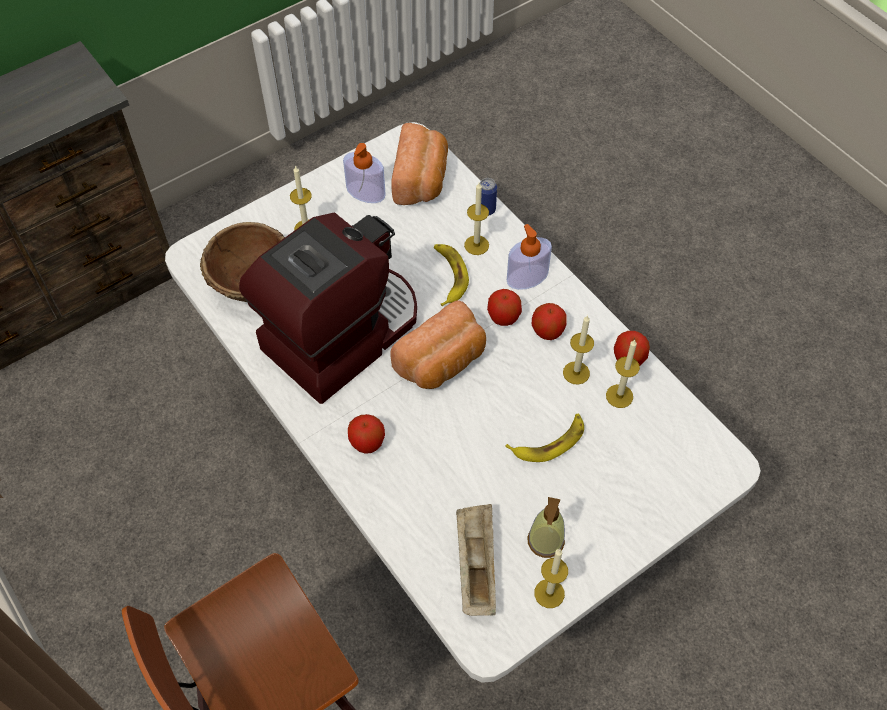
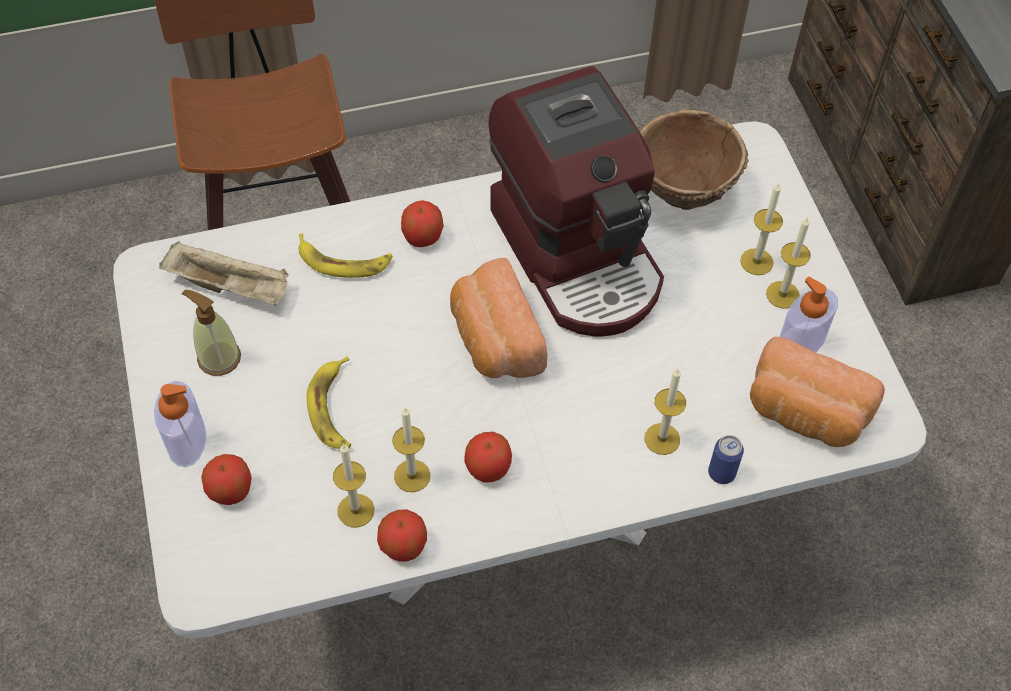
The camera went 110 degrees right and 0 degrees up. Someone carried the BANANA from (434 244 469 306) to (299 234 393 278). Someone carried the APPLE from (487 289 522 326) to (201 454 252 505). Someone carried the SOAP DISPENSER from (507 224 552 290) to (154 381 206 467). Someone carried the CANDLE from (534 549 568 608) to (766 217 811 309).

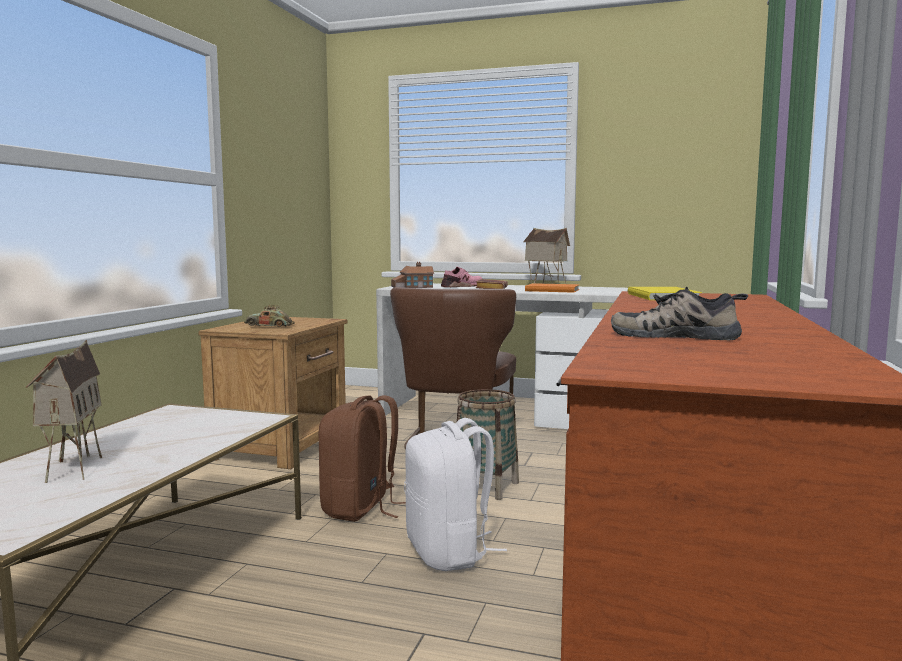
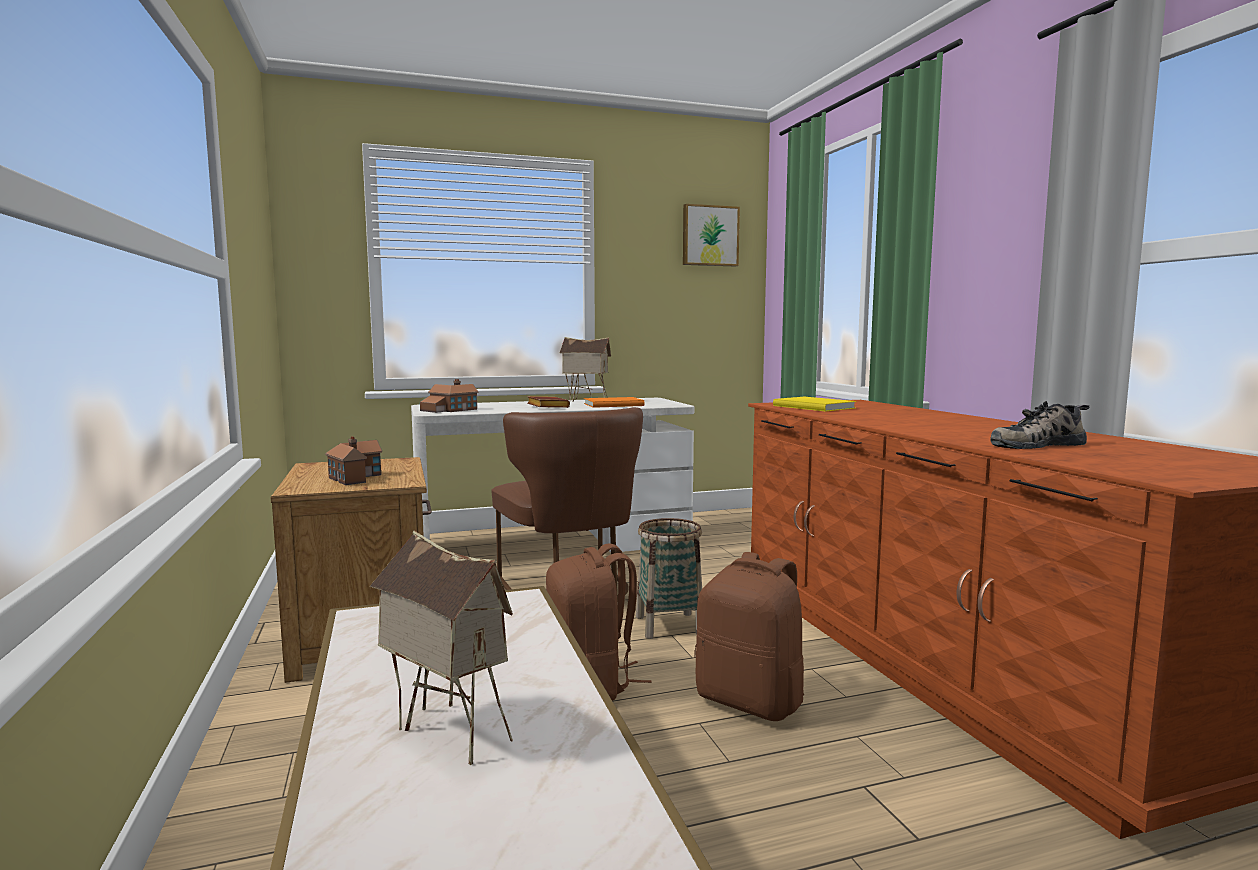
The camera went 35 degrees left and 0 degrees up. Someone swapped the TOY CAR at (244 305 295 327) for the TOY HOUSE at (325 436 382 485). Someone repainted the WHITE BACKPACK at (404 418 507 571), which became the BROWN BACKPACK at (695 552 804 721). Someone took away the PINK SHOE at (441 267 482 287). Someone put up the PICTURE at (683 204 740 266).

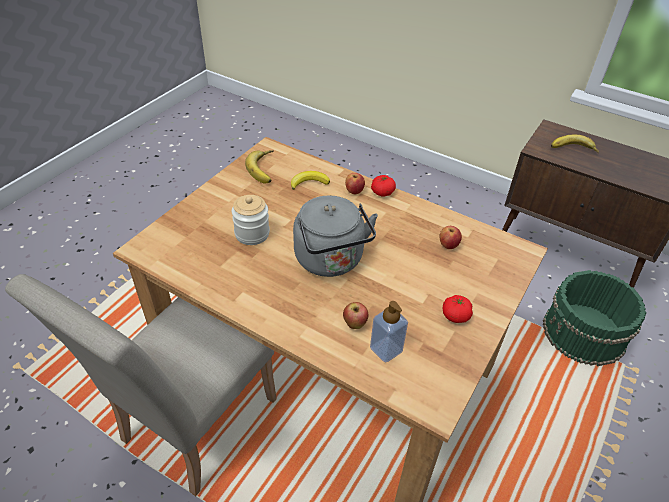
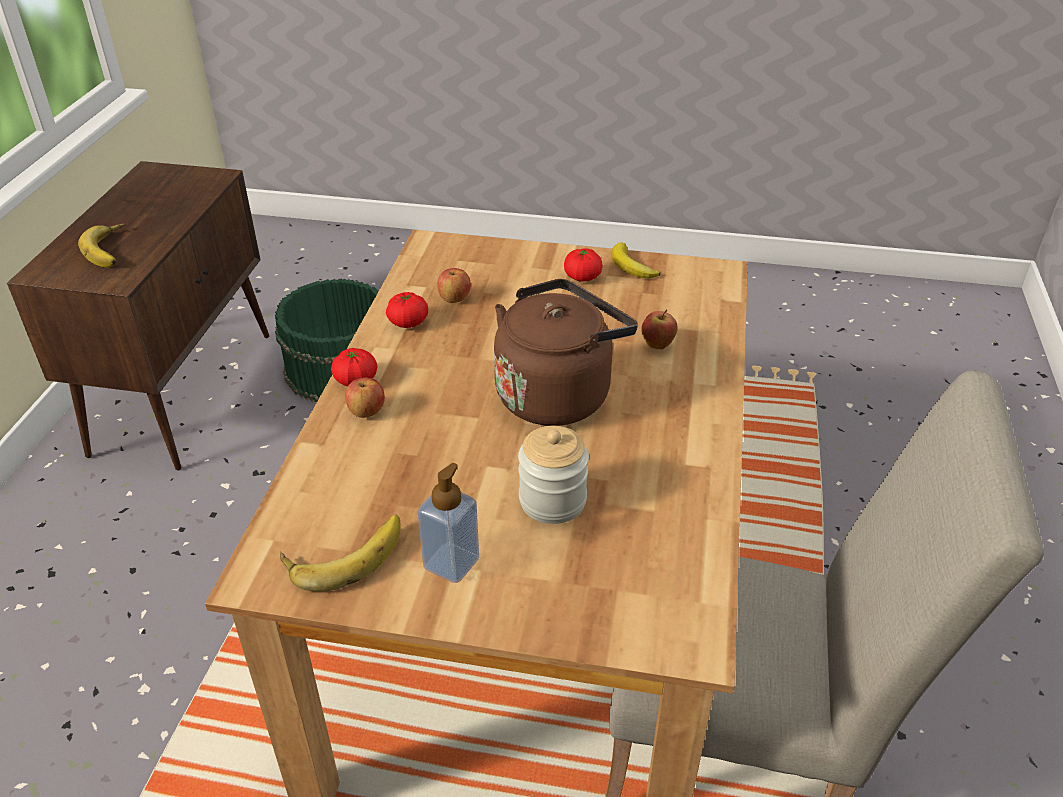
The camera went 110 degrees left and 5 degrees down. Someone carried the BANANA from (291 171 330 190) to (611 242 661 278). Someone repainted the GREY KETTLE at (293 195 378 277), which became the BROWN KETTLE at (494 279 638 426). Someone carried the SOAP DISPENSER from (370 301 408 362) to (418 463 479 583). Someone put down the TOMATO at (386 292 428 328).

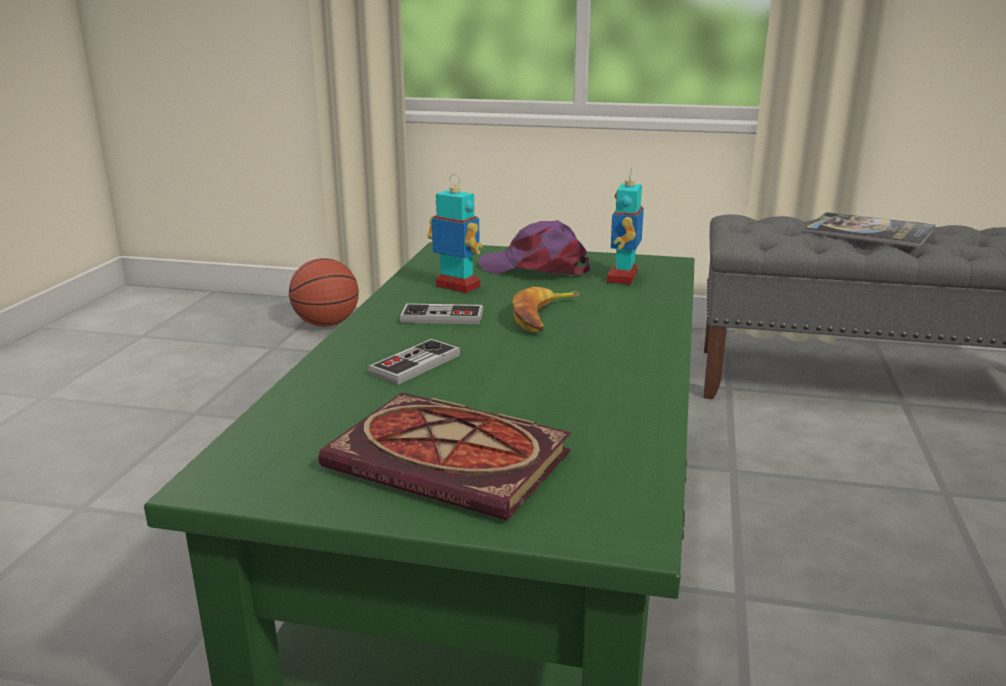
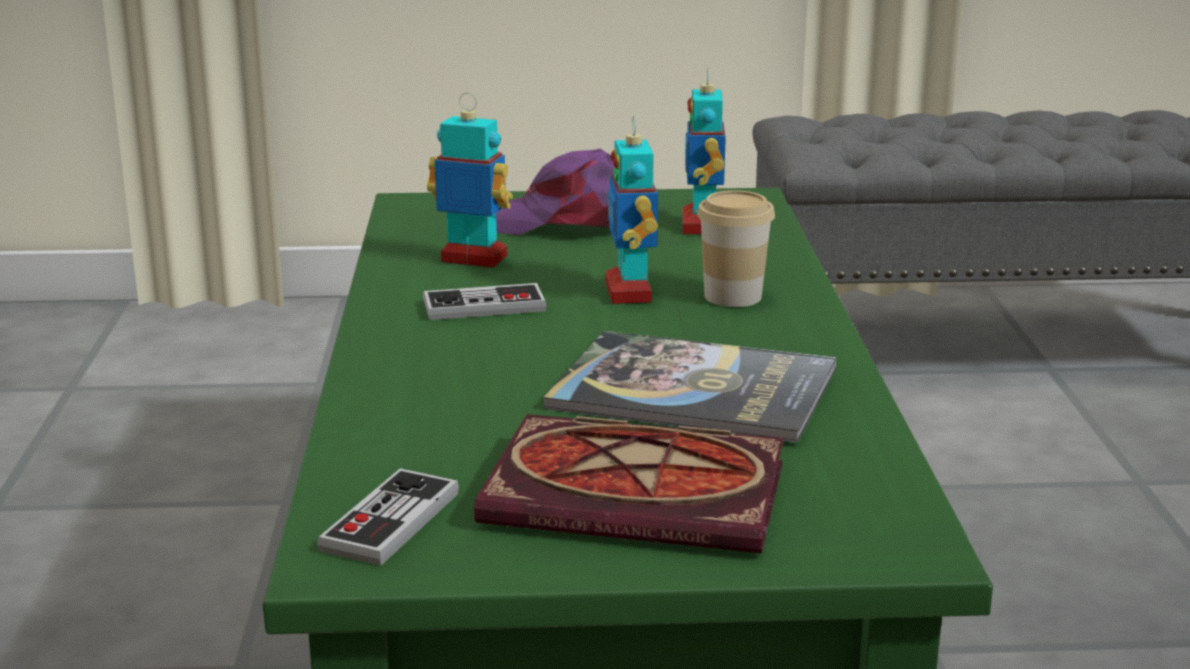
The camera went 15 degrees left and 0 degrees up. Someone took away the BASKETBALL at (289 258 359 327). Someone carried the GAME CONTROLLER from (368 339 460 385) to (317 468 459 566). Someone swapped the BANANA at (513 287 580 332) for the TOY ROBOT at (606 116 658 304). Someone carried the BOOK from (804 212 936 248) to (544 331 836 443). Someone put down the CUP at (697 190 775 307).

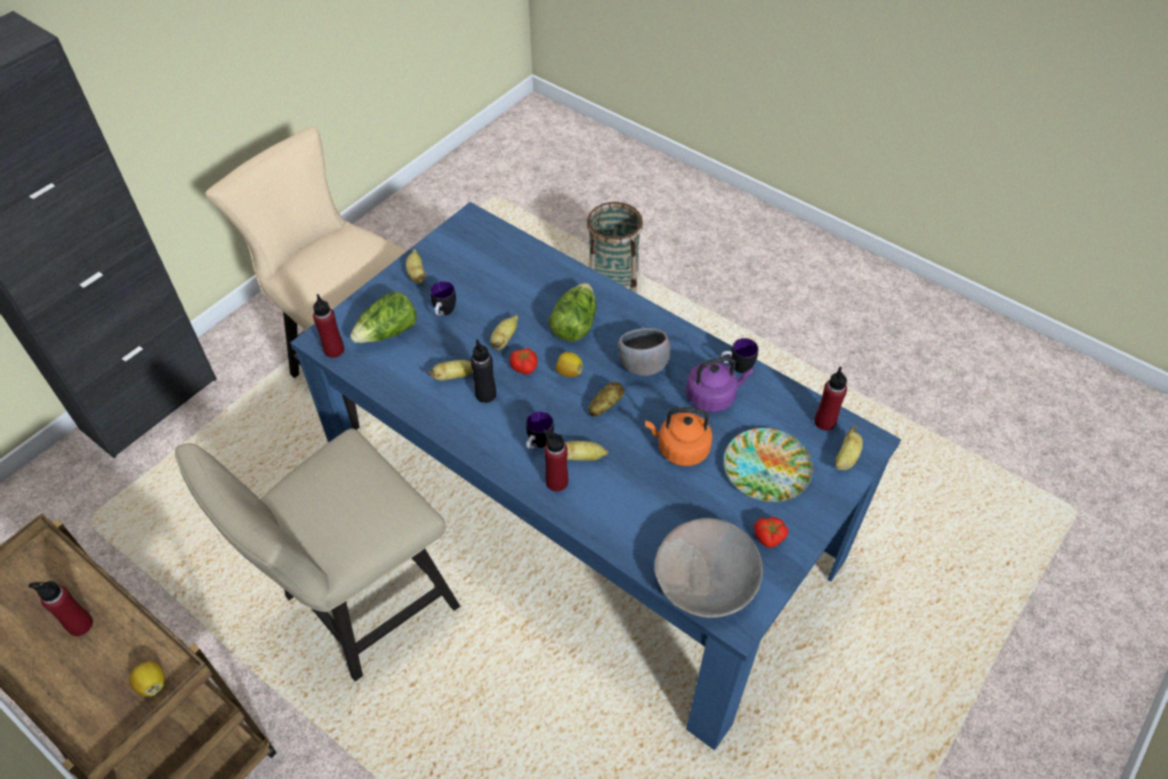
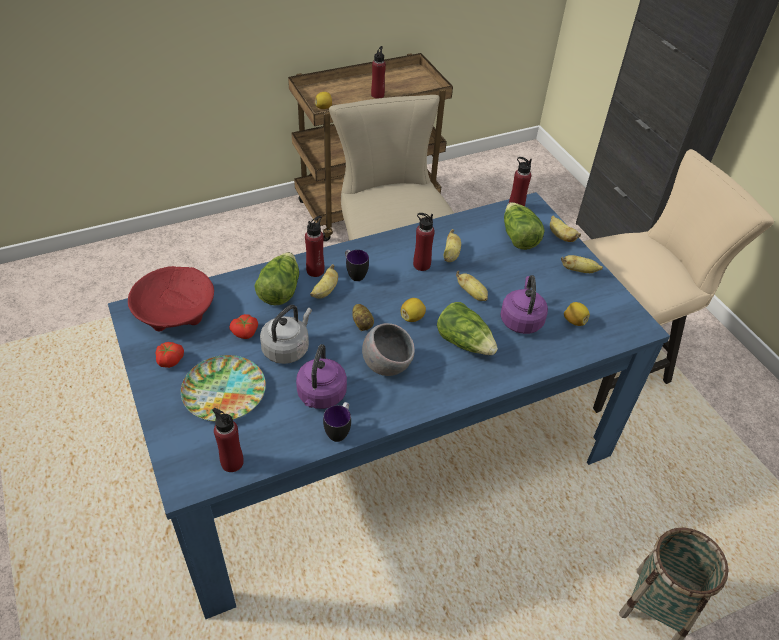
The camera went 115 degrees right and 5 degrees down. Someone took away the MUG at (430 281 456 316). Someone repainted the BLACK BOTTLE at (471 339 496 403), which became the RED BOTTLE at (413 213 435 271). Someone carried the TOMATO from (509 348 537 375) to (229 314 258 339). Someone repainted the ORANGE KETTLE at (645 407 713 466), which became the GREY KETTLE at (260 305 312 364). Someone repainted the BEIGE BOWL at (655 518 763 618), which became the RED BOWL at (128 266 214 331). Someone carried the BANANA from (835 426 863 470) to (550 215 581 242). Someone put down the LETTUCE at (254 252 299 306). Someone put down the PURPLE KETTLE at (500 275 548 334). Someone put down the LEMON at (564 302 590 326).

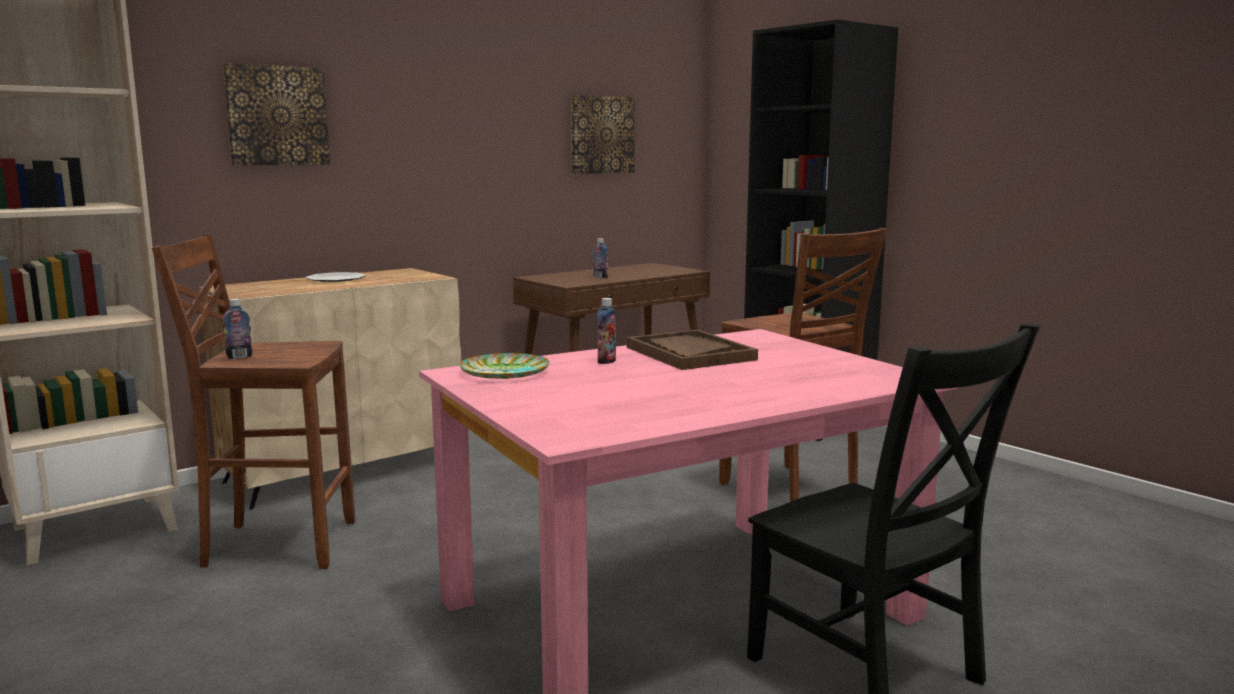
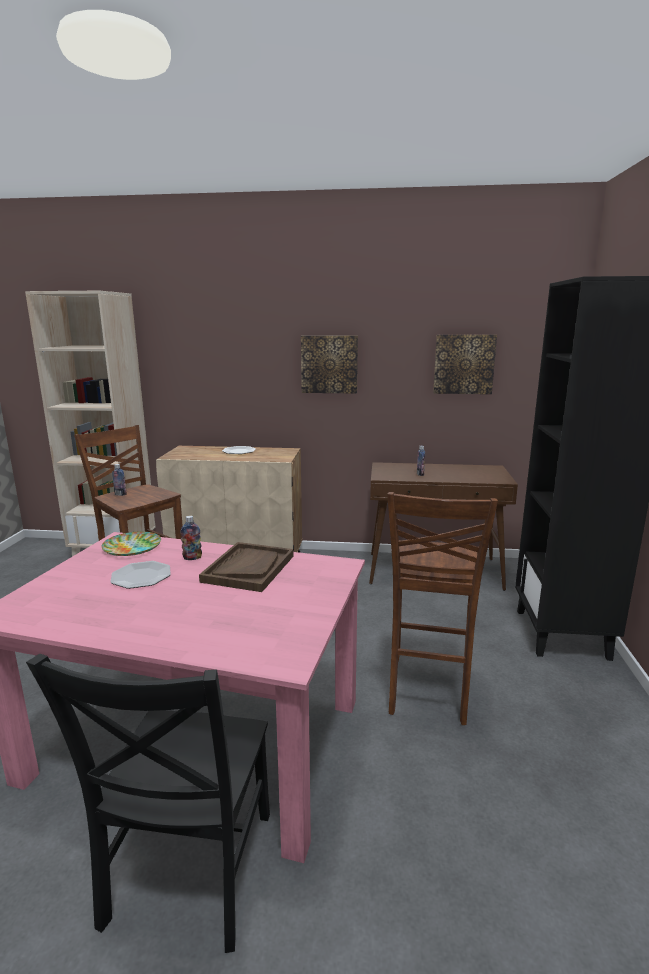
The camera went 45 degrees right and 5 degrees up. Someone carried the PICTURE from (223 63 330 165) to (301 335 358 394). Someone put down the PLATE at (110 561 171 589).

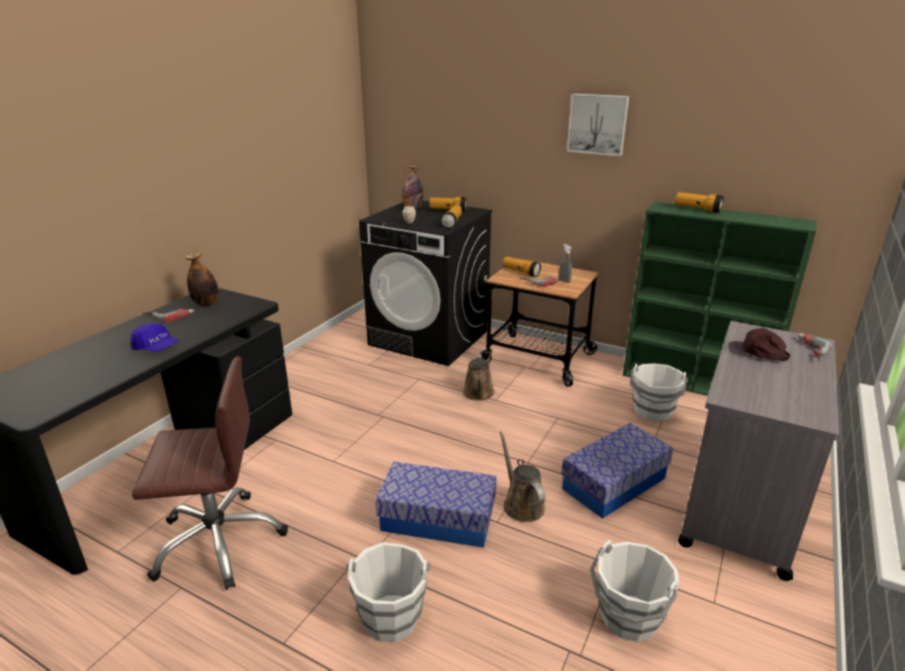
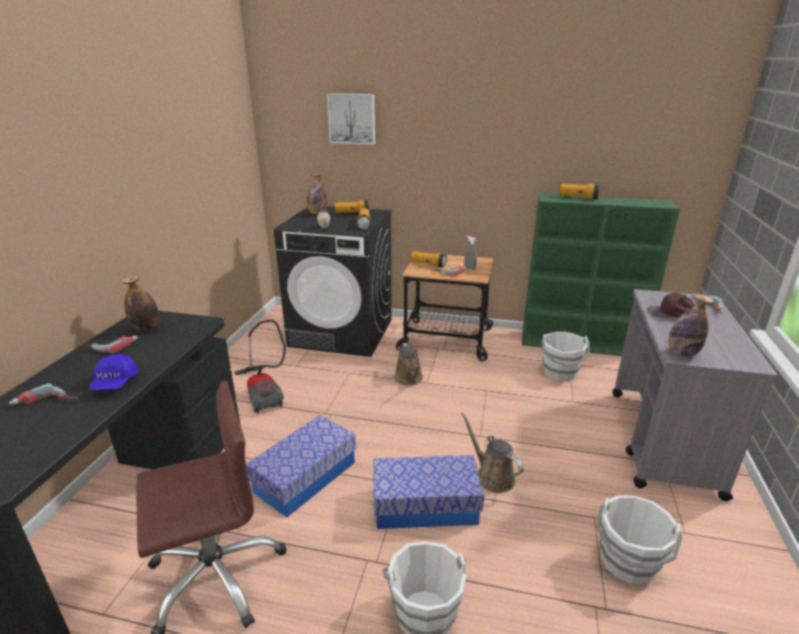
The camera went 15 degrees left and 0 degrees up. Someone rotated the BLUE CAP at (131 323 179 352) by 75 degrees clockwise. Someone carried the STORAGE BOX from (561 423 674 519) to (246 415 356 517). Someone carried the PICTURE from (567 94 629 156) to (327 93 375 145). Someone put down the POWER DRILL at (9 383 78 405). Someone put down the VACUUM CLEANER at (234 320 286 414). Someone put down the BOTTLE at (668 294 714 357).

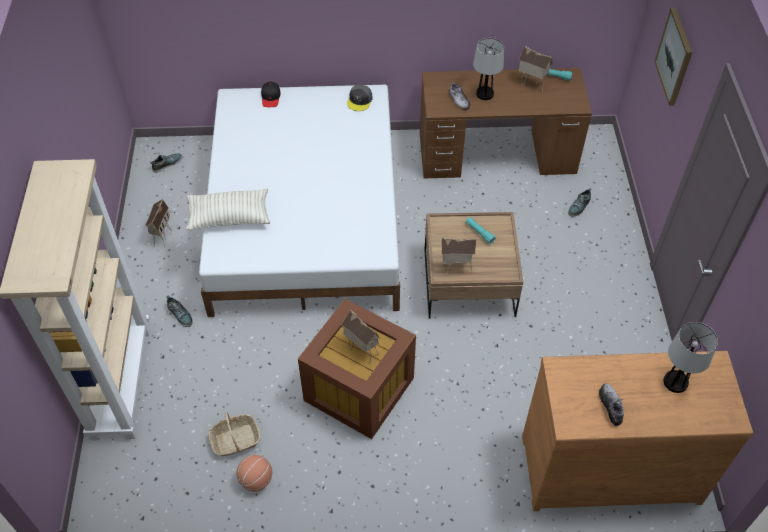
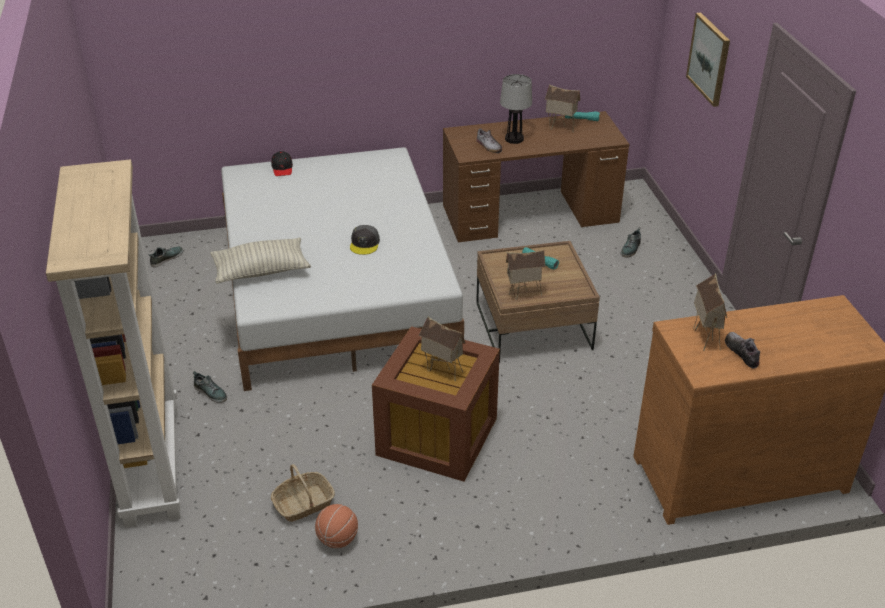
The camera went 10 degrees left and 15 degrees down. Someone carried the TOY HOUSE from (145 199 172 247) to (693 273 727 351). Someone carried the GREY CAP from (347 85 372 111) to (350 225 380 255). Someone took away the TABLE LAMP at (664 322 718 393).

